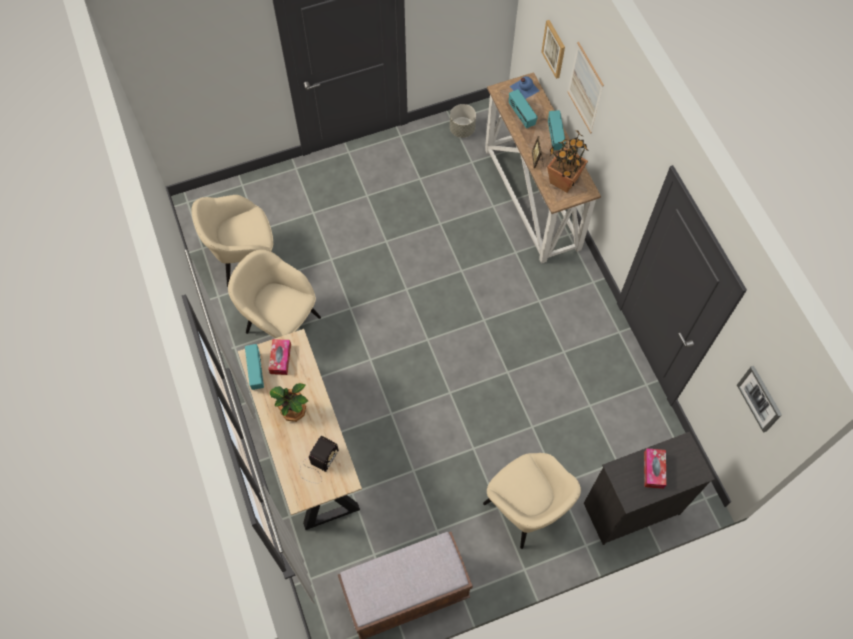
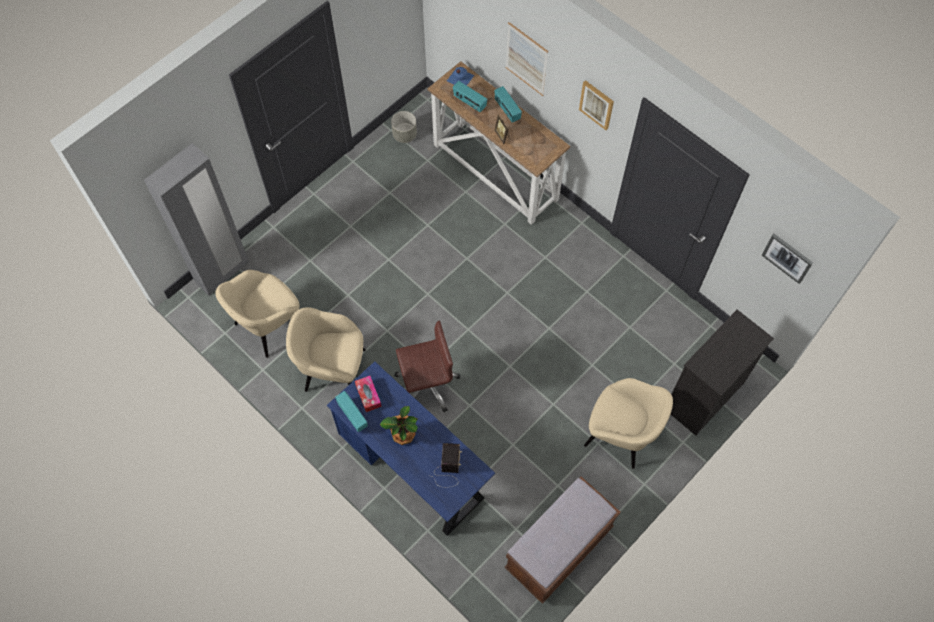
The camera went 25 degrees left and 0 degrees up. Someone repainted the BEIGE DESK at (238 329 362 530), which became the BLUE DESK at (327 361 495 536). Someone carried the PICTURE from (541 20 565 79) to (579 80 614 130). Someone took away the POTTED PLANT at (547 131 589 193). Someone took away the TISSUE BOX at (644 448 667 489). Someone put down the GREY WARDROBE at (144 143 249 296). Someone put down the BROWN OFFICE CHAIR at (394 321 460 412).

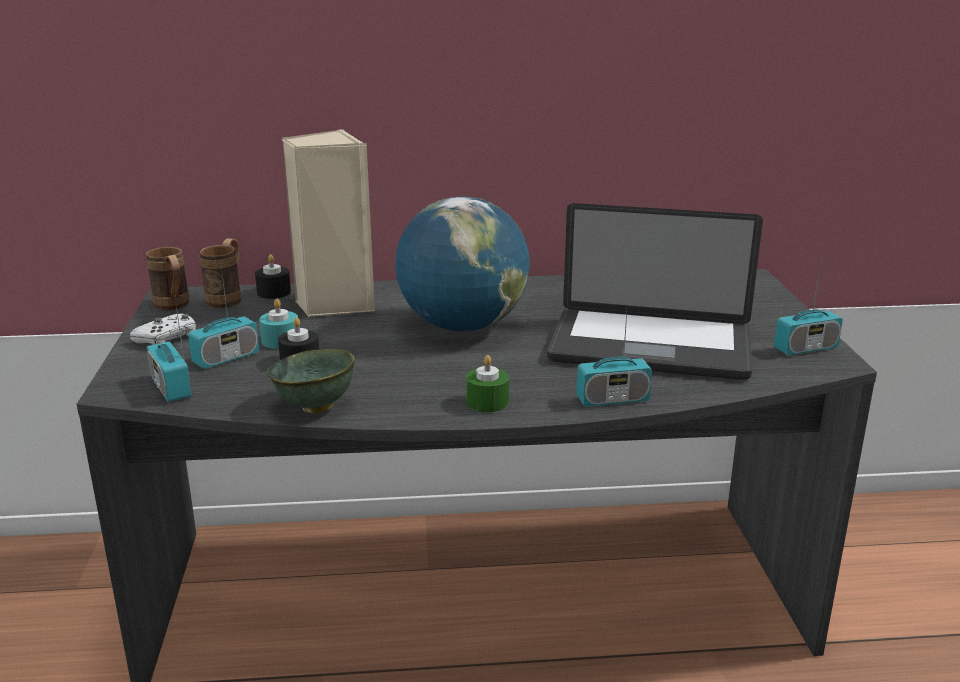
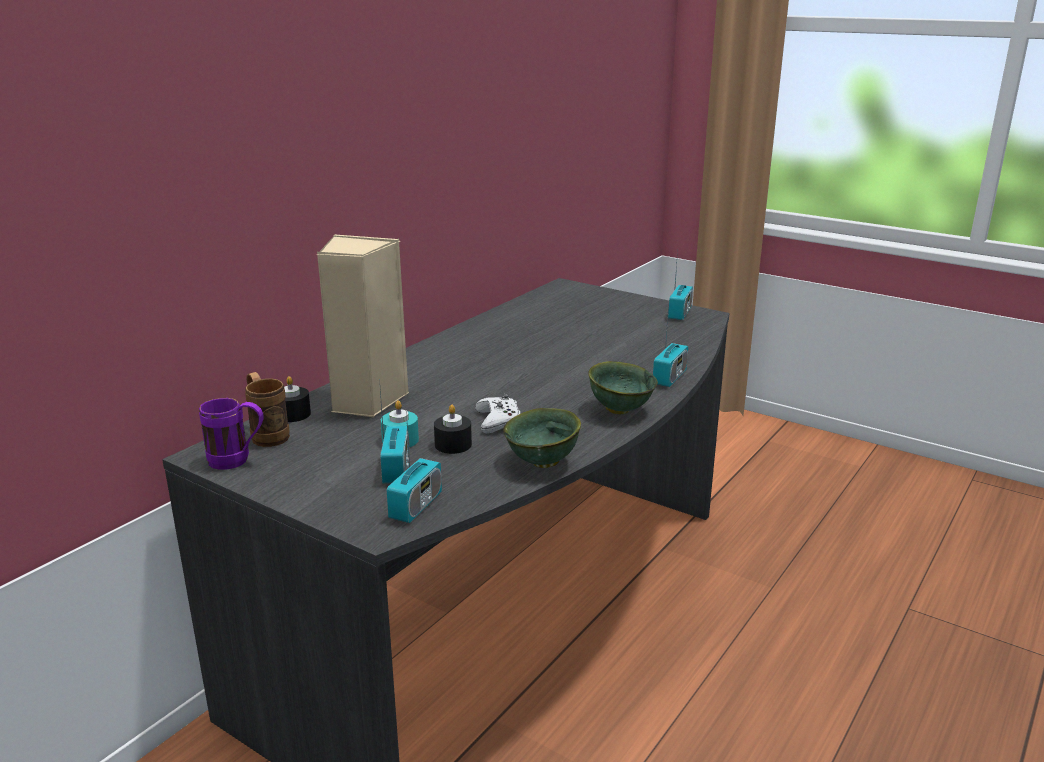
The camera went 50 degrees left and 0 degrees up. Someone carried the WHITE GAME CONTROLLER from (130 314 196 345) to (475 394 520 434). Someone repainted the BROWN MUG at (146 247 189 311), which became the PURPLE MUG at (199 398 263 470). Someone rotated the RADIO at (147 299 191 402) by 75 degrees counterclockwise. Someone took away the GLOBE at (395 197 530 332). Someone swapped the GREEN CANDLE at (466 355 509 412) for the GREEN BOWL at (588 361 658 414). Someone took away the LAPTOP at (547 203 763 380).

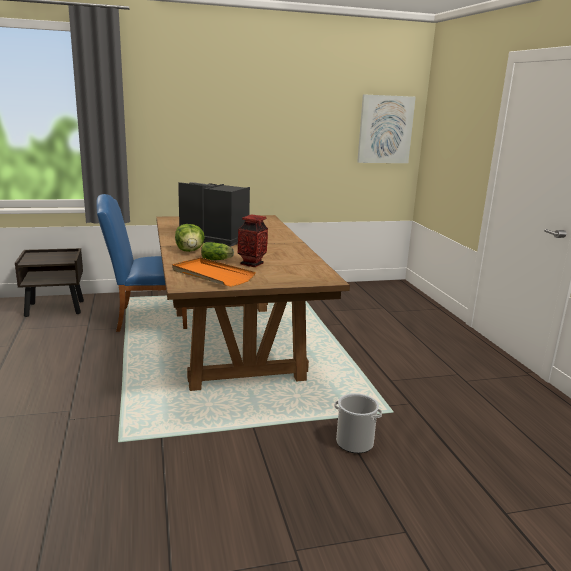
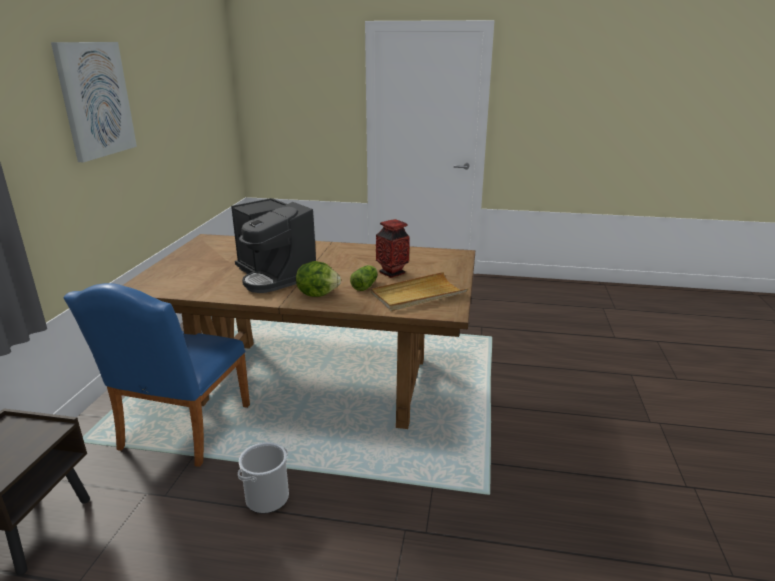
The camera went 65 degrees left and 5 degrees up. Someone repainted the ORANGE TRAY at (172 257 256 287), which became the BEIGE TRAY at (371 272 469 311). Someone rotated the COFFEE MACHINE at (178 182 250 247) by 90 degrees counterclockwise. Someone carried the BUCKET from (334 393 382 453) to (238 442 289 514). Someone carried the PICTURE from (357 94 416 163) to (51 42 137 162).

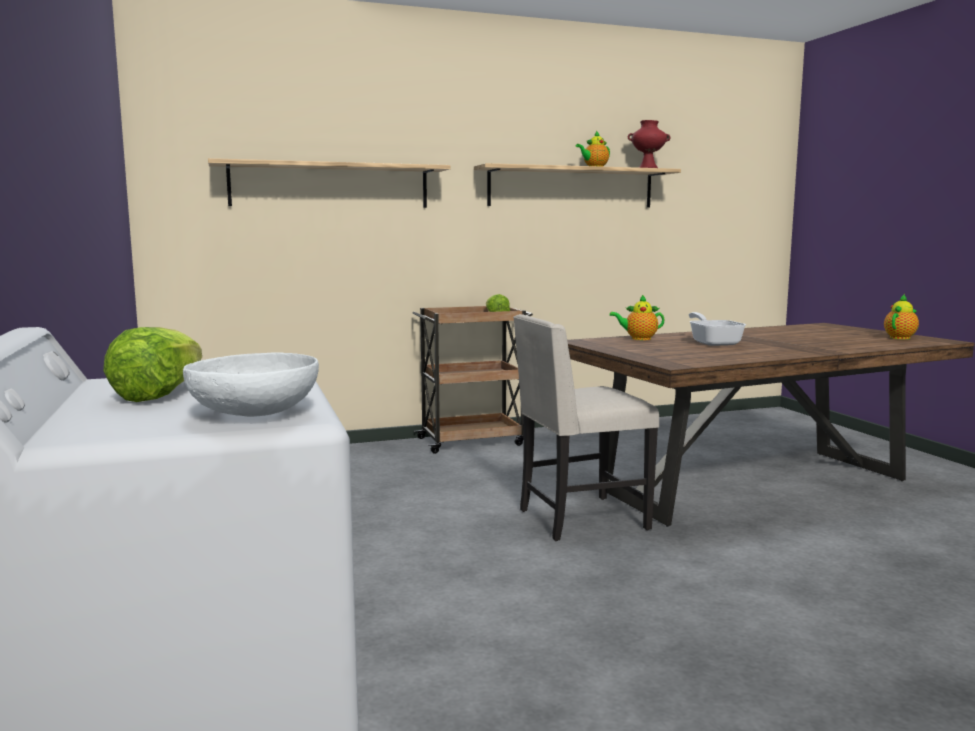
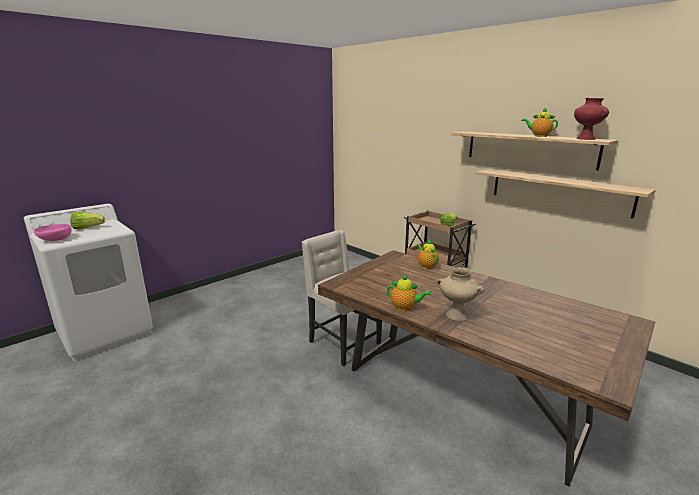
The camera went 65 degrees right and 10 degrees up. Someone repainted the WHITE BOWL at (183 353 319 417), which became the PINK BOWL at (34 224 72 241). Someone carried the SHELF from (208 158 451 208) to (476 169 656 219). Someone took away the FRYING PAN at (689 312 746 346). Someone carried the TEAPOT from (884 294 919 339) to (387 274 431 311). Someone put down the BEIGE VASE at (437 267 484 321).

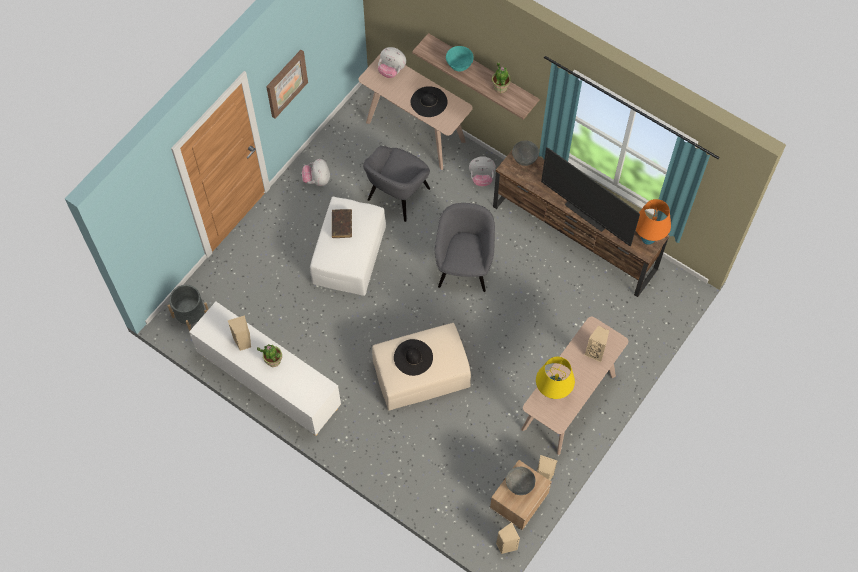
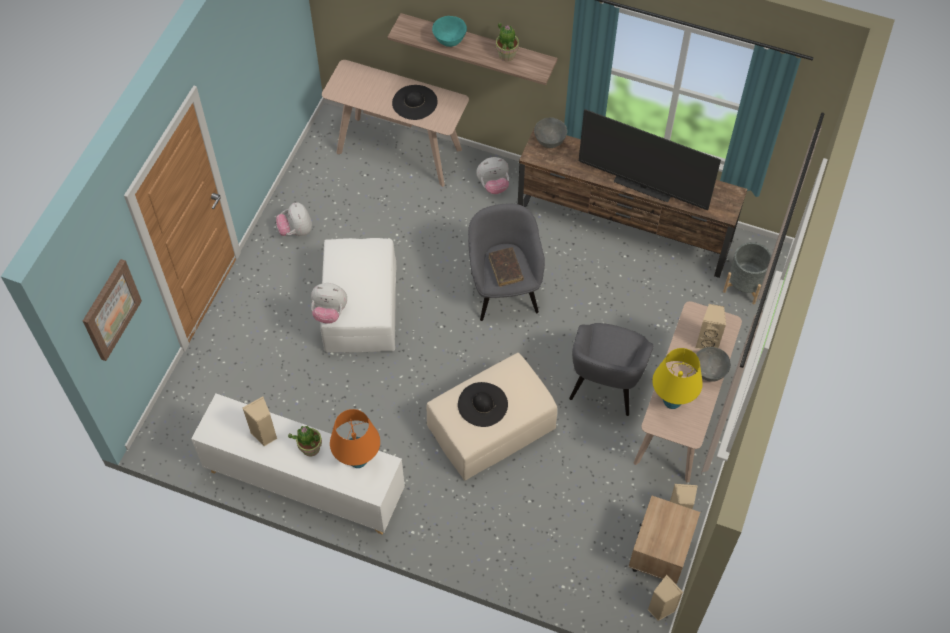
The camera went 15 degrees left and 5 degrees down. Someone carried the GREY PLANTER from (168 285 209 331) to (723 242 772 305). Someone carried the PICTURE from (266 50 308 118) to (83 259 142 361). Someone carried the BROWN BOOK from (332 209 352 238) to (489 247 524 287). Someone carried the GREY ARMCHAIR from (363 146 430 222) to (569 323 654 416). Someone carried the PLUSH TOY from (378 47 406 78) to (311 283 347 324). Someone carried the GREY BOWL from (506 467 535 495) to (695 347 731 382). Someone carried the ORANGE TABLE LAMP from (636 199 671 245) to (330 409 380 468).

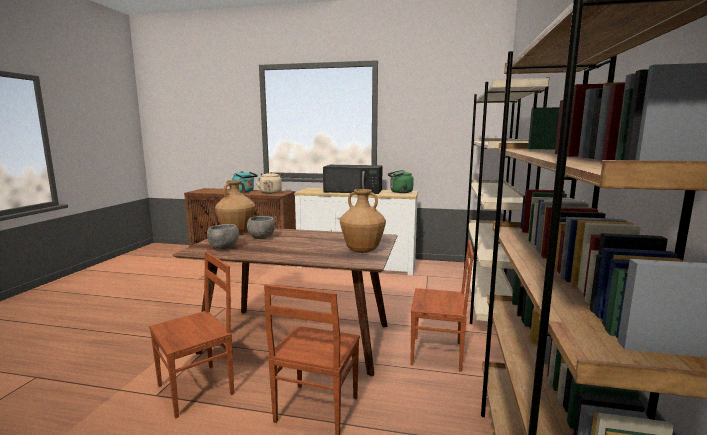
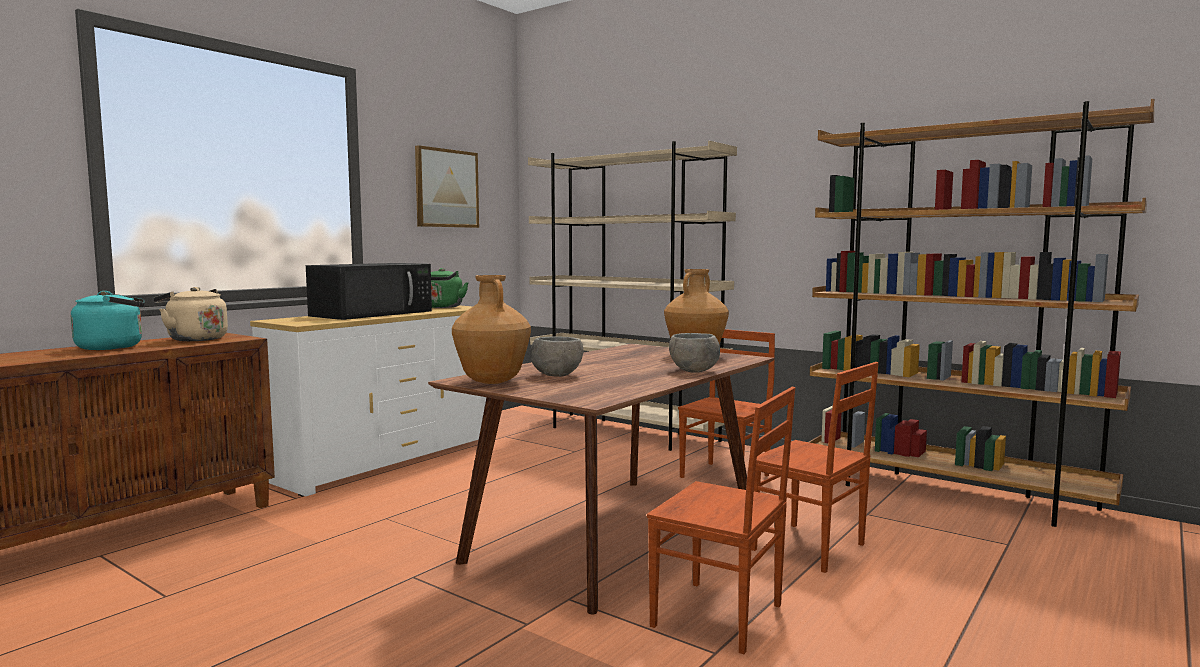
The camera went 65 degrees left and 5 degrees down. Someone rotated the BROWN CHAIR at (149 251 234 418) by 135 degrees clockwise. Someone carried the GREY BOWL from (207 224 239 250) to (669 333 720 373). Someone put up the PICTURE at (415 145 479 228).

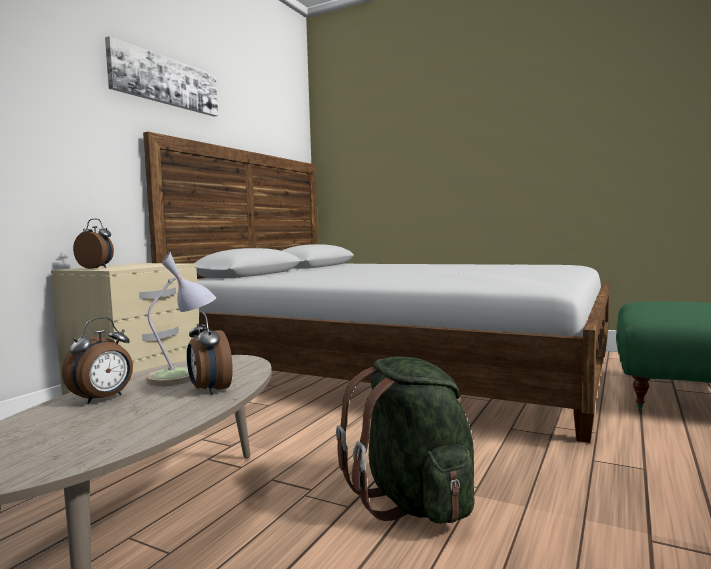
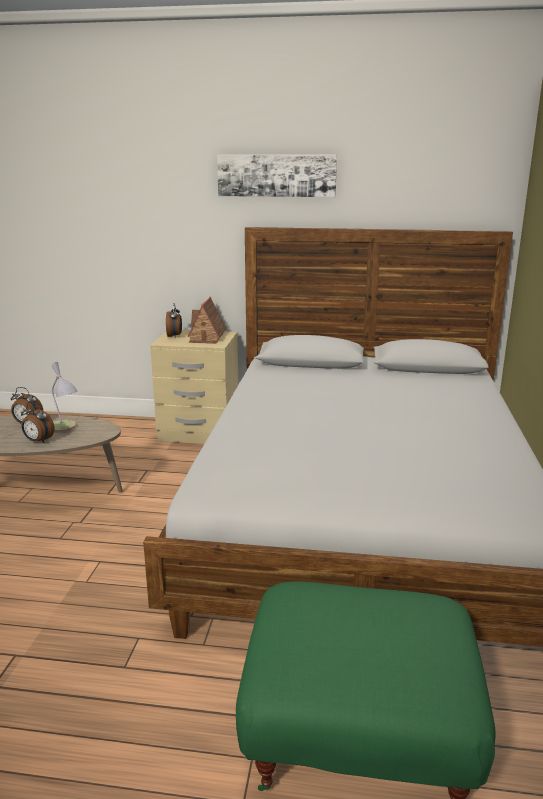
The camera went 70 degrees right and 15 degrees up. Someone rotated the ALARM CLOCK at (187 312 233 395) by 105 degrees counterclockwise. Someone took away the GREEN BACKPACK at (336 356 475 524). Someone put down the TOY HOUSE at (187 297 227 344).

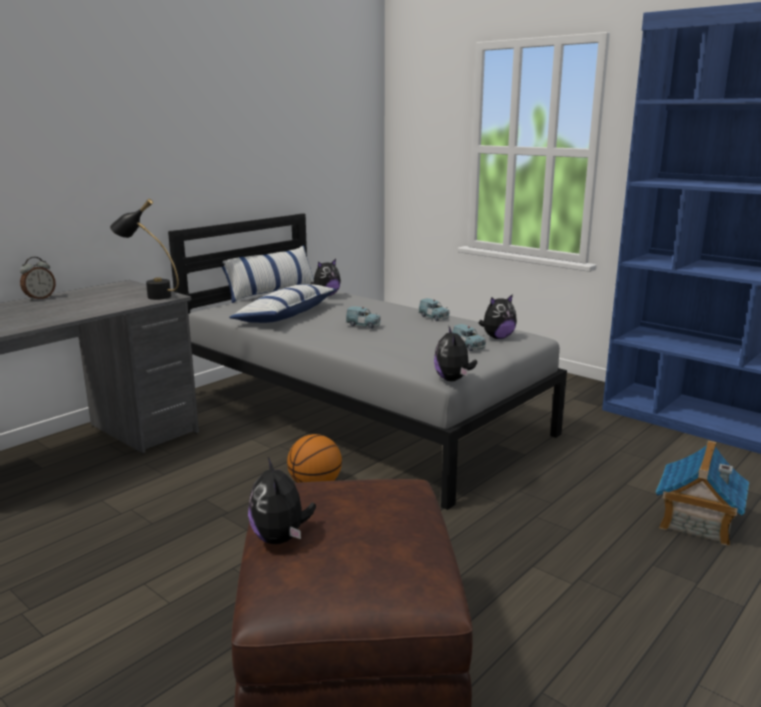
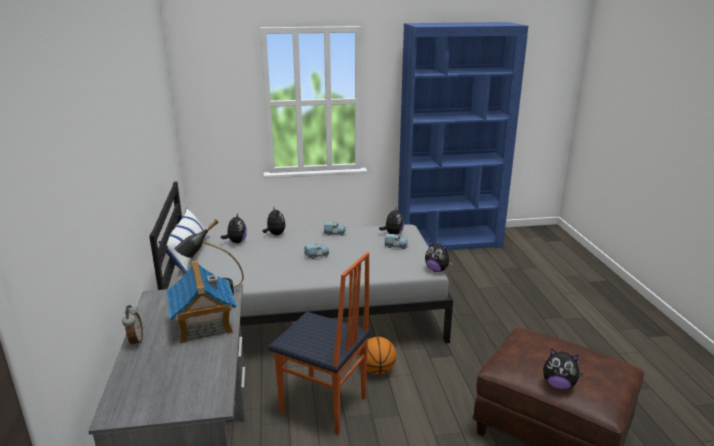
The camera went 50 degrees left and 5 degrees up. Someone took away the PILLOW at (229 284 337 323). Someone carried the TOY HOUSE from (656 441 749 546) to (166 261 237 344). Someone put down the PLUSH TOY at (263 208 286 235). Someone put down the CHAIR at (268 252 370 435).

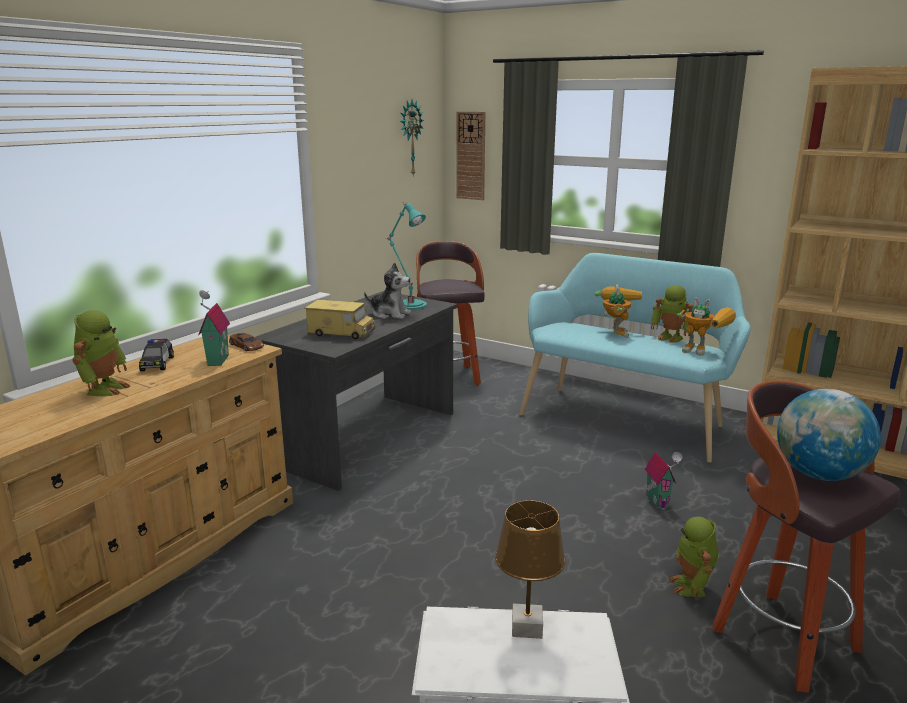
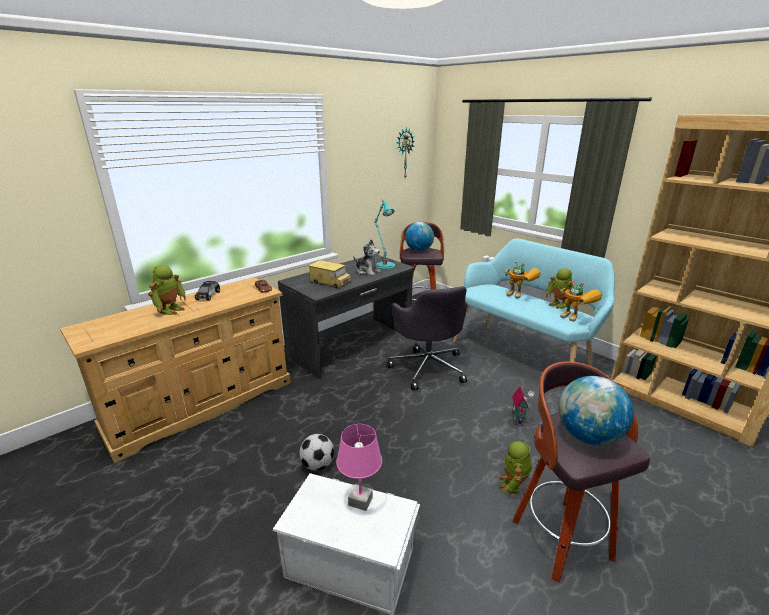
The camera went 15 degrees right and 5 degrees up. Someone took away the TOY HOUSE at (198 291 230 366). Someone took away the WALL CLOCK at (456 111 485 200). Someone repainted the BROWN TABLE LAMP at (495 500 566 639), which became the PINK TABLE LAMP at (336 424 382 511). Someone rotated the TOY ROBOT at (595 284 642 338) by 105 degrees clockwise. Someone put down the FOOTBALL at (299 434 334 471). Someone put down the GREY OFFICE CHAIR at (387 286 468 390). Someone put down the GLOBE at (405 222 434 251).

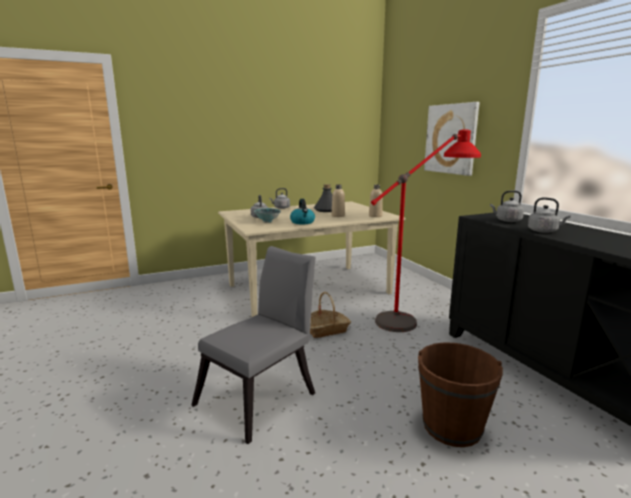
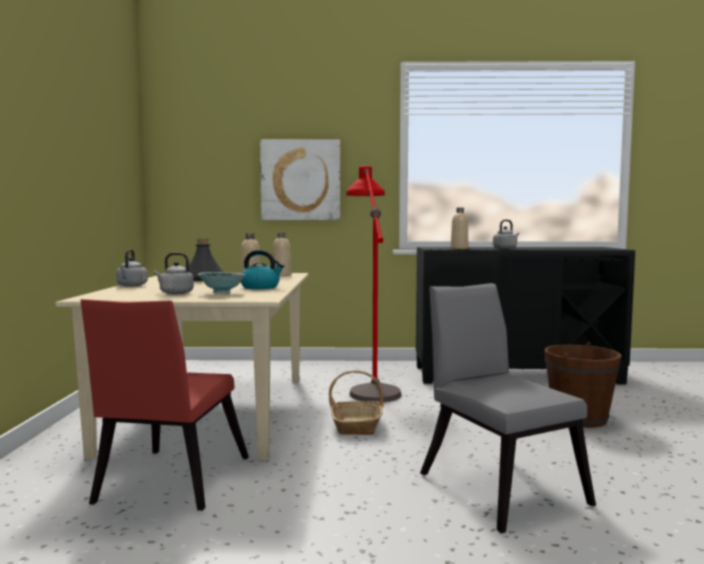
The camera went 65 degrees left and 10 degrees down. Someone swapped the GREY KETTLE at (490 190 524 222) for the BEIGE BOTTLE at (451 207 468 249). Someone put down the RED CHAIR at (80 299 249 511).

